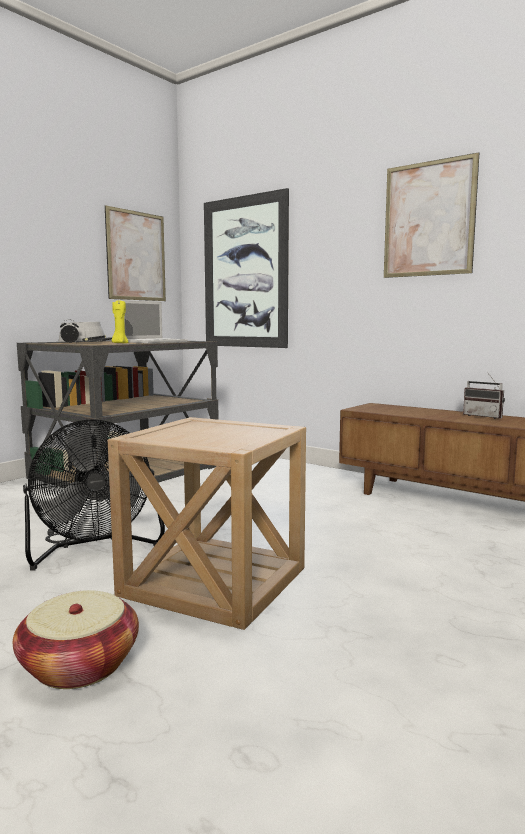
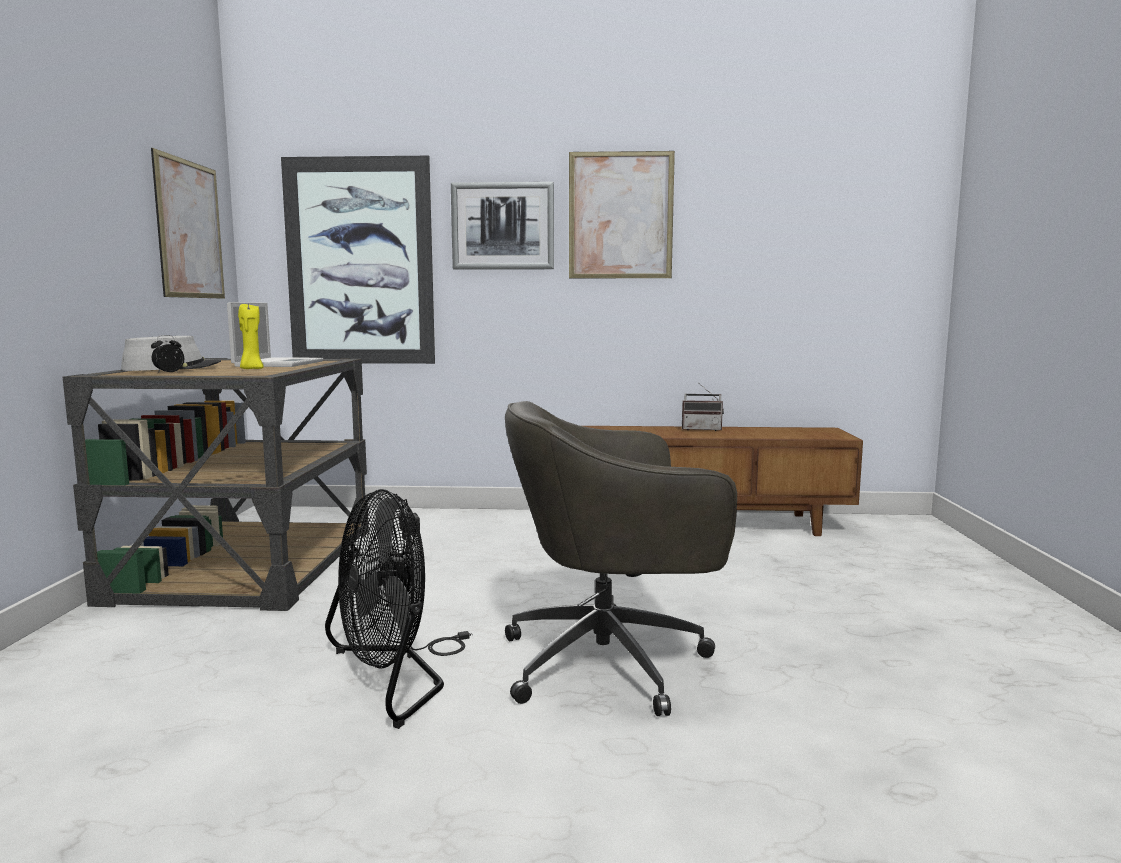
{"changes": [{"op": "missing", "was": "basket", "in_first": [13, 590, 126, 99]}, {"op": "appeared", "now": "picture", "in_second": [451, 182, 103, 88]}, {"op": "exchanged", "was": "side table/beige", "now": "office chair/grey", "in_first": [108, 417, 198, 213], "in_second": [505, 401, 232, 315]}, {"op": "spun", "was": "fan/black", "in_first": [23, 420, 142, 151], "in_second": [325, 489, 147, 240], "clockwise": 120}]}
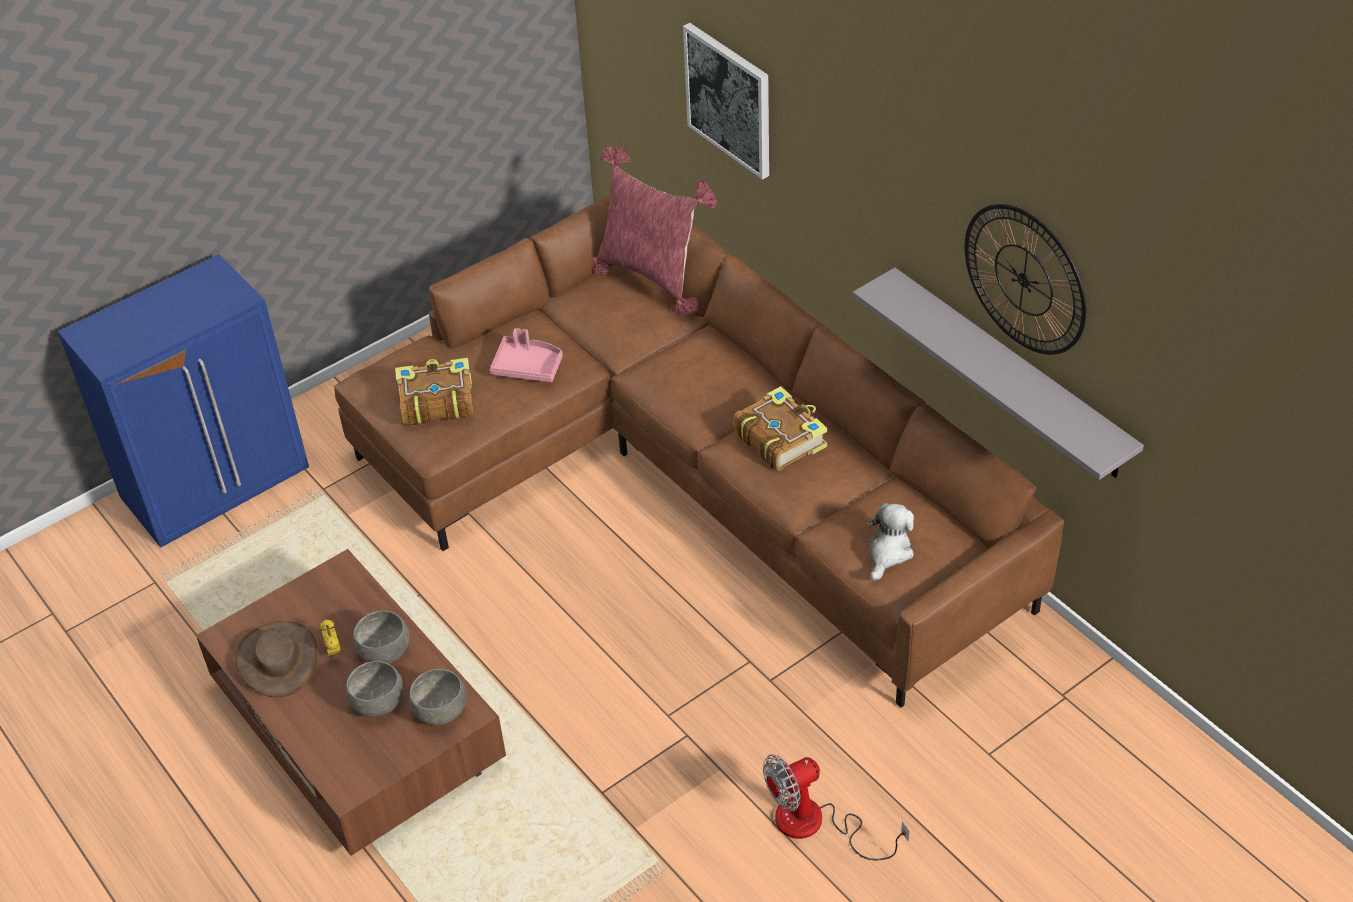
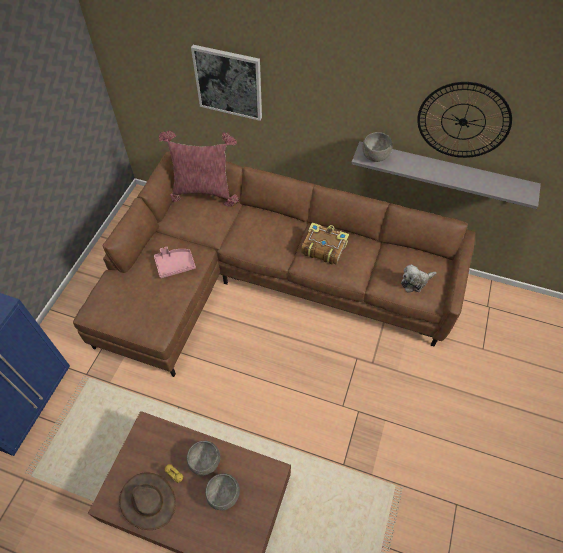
{"changes": [{"op": "missing", "was": "book", "in_first": [395, 358, 78, 67]}, {"op": "missing", "was": "fan", "in_first": [763, 754, 146, 106]}, {"op": "relocated", "was": "bowl/grey", "in_first": [409, 669, 58, 56], "in_second": [362, 132, 31, 30]}, {"op": "spun", "was": "plush toy", "in_first": [867, 503, 47, 78], "in_second": [401, 264, 36, 29], "clockwise": -105}]}
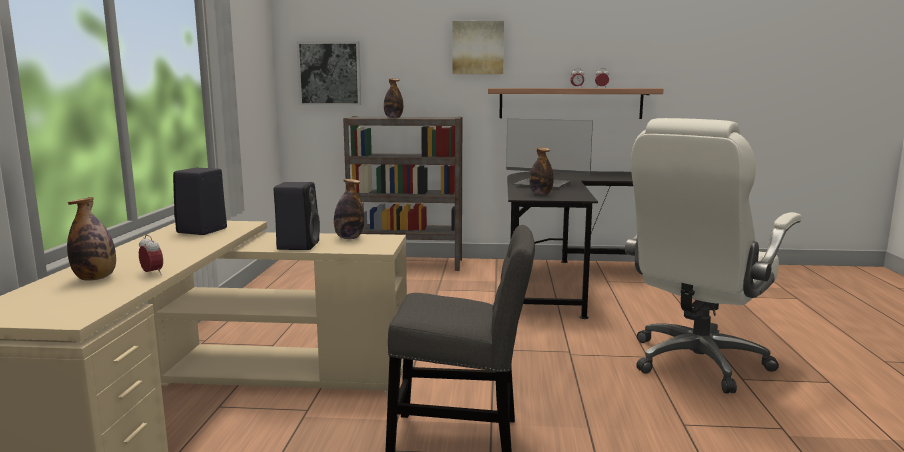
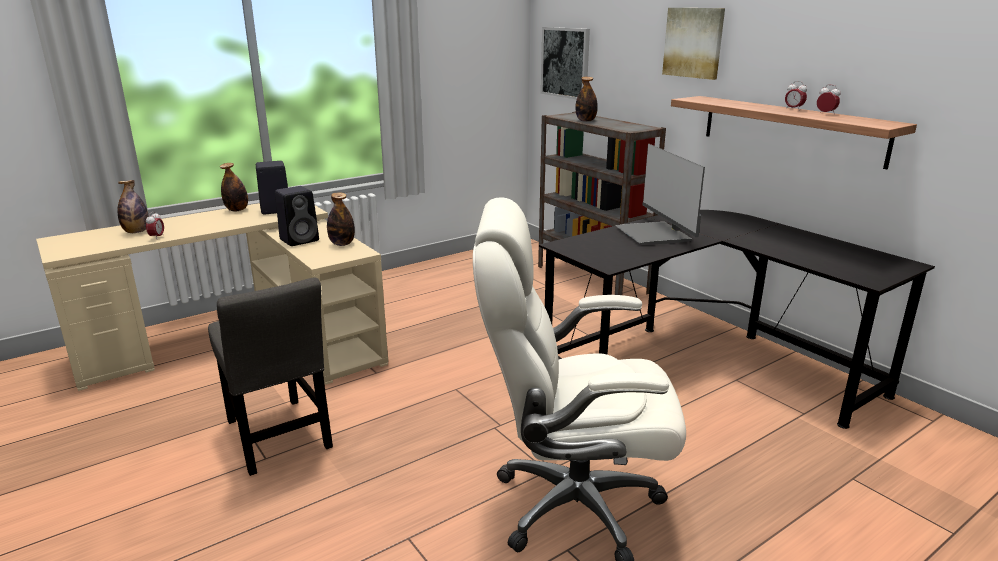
{"changes": [{"op": "relocated", "was": "bottle", "in_first": [529, 147, 25, 48], "in_second": [220, 163, 28, 49]}]}
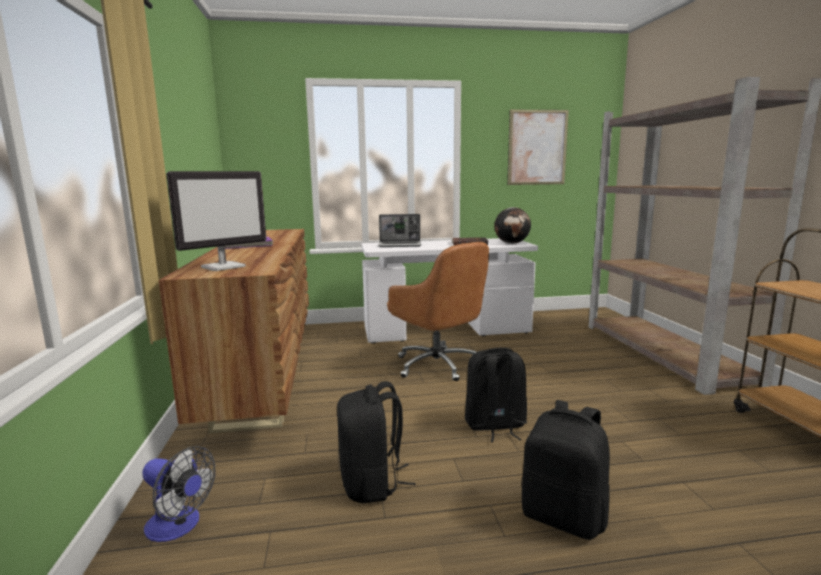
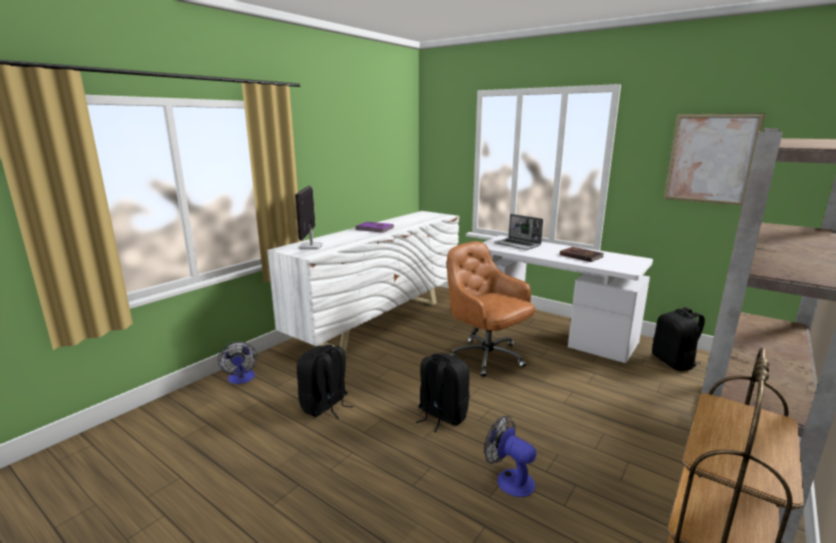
{"changes": [{"op": "missing", "was": "globe", "in_first": [494, 207, 37, 37]}, {"op": "appeared", "now": "fan", "in_second": [484, 415, 52, 82]}, {"op": "relocated", "was": "backpack/black", "in_first": [521, 400, 89, 140], "in_second": [652, 307, 53, 64]}, {"op": "colour", "was": "cabinet/brown", "now": "cabinet/white", "in_first": [159, 229, 150, 204], "in_second": [267, 211, 192, 141]}, {"op": "spun", "was": "monitor", "in_first": [166, 171, 100, 100], "in_second": [295, 186, 28, 63], "clockwise": 90}, {"op": "spun", "was": "office chair/brown", "in_first": [387, 242, 102, 139], "in_second": [447, 241, 89, 136], "clockwise": 135}]}
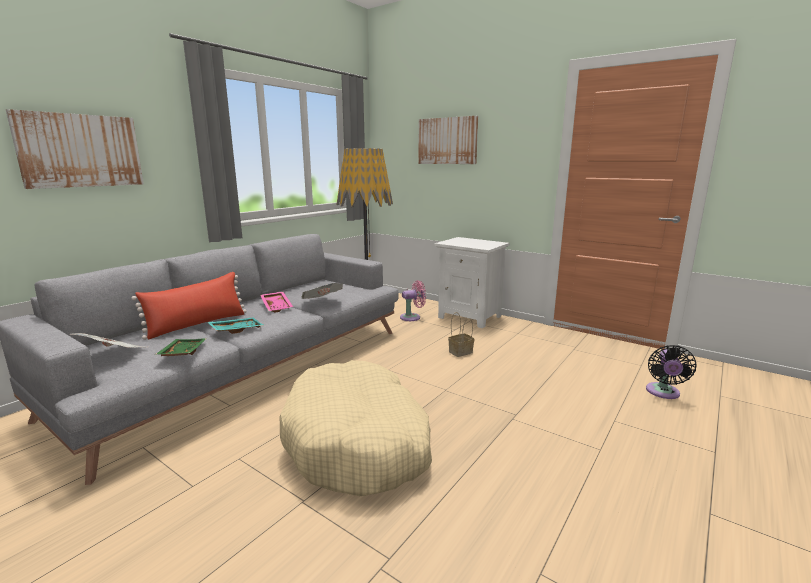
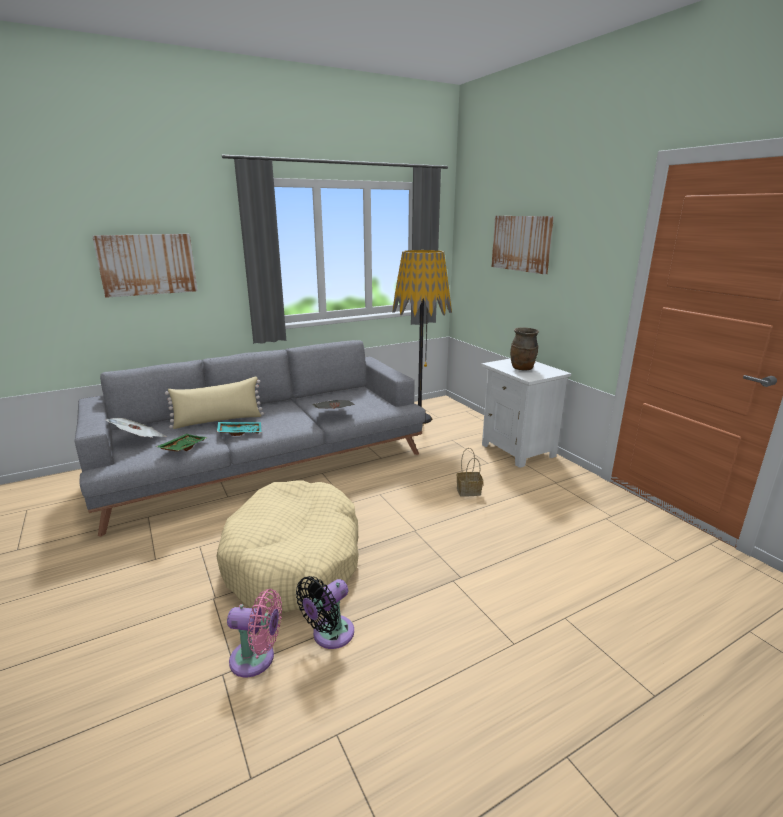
{"changes": [{"op": "missing", "was": "tray/pink", "in_first": [260, 292, 33, 20]}, {"op": "appeared", "now": "vase/brown", "in_second": [510, 327, 29, 44]}, {"op": "relocated", "was": "fan/pink", "in_first": [400, 280, 26, 41], "in_second": [227, 589, 55, 88]}, {"op": "relocated", "was": "fan/black", "in_first": [646, 345, 50, 54], "in_second": [296, 576, 58, 73]}, {"op": "colour", "was": "pillow/red", "now": "pillow/beige", "in_first": [131, 272, 116, 68], "in_second": [165, 377, 99, 52]}]}
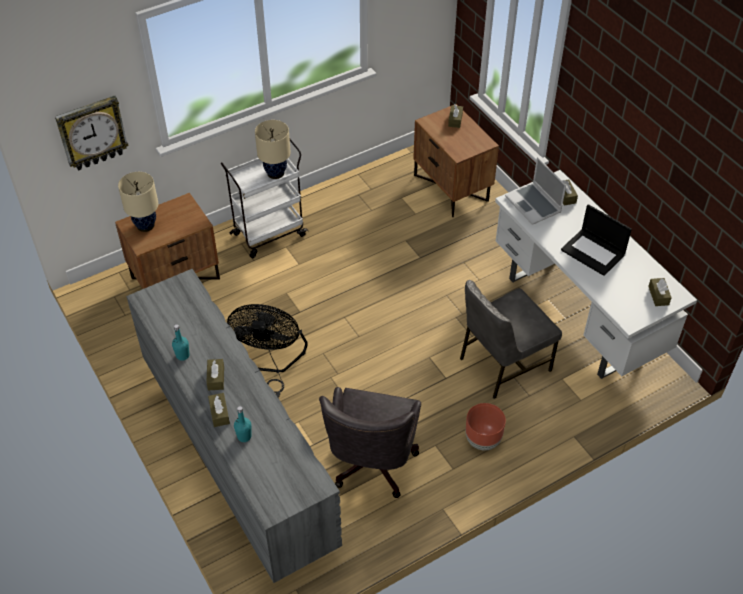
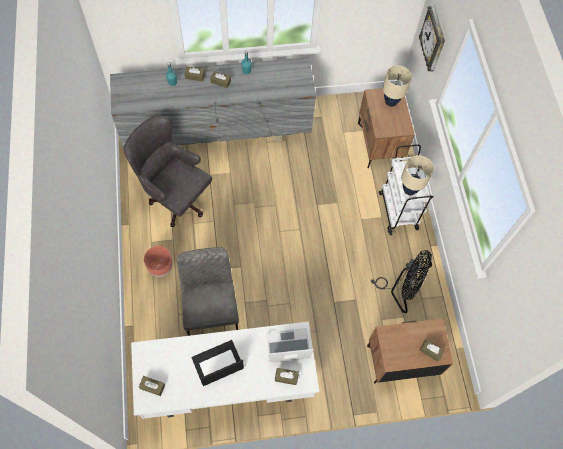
{"changes": [{"op": "relocated", "was": "fan/black", "in_first": [226, 304, 82, 94], "in_second": [371, 250, 61, 63]}]}
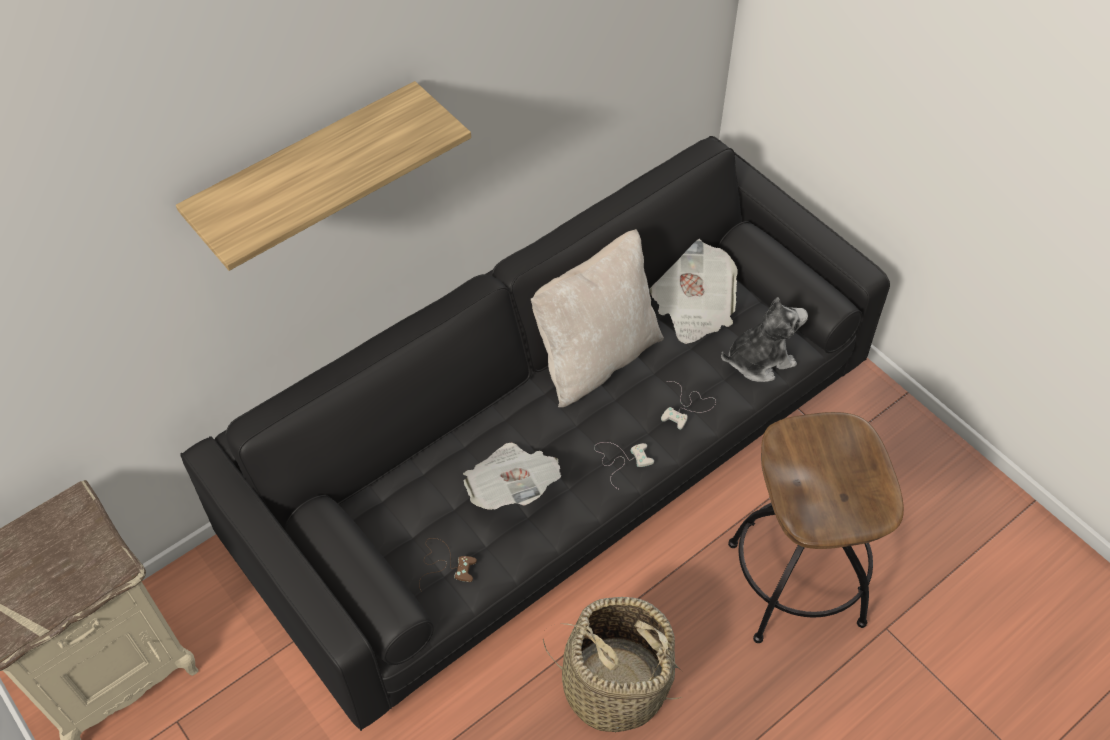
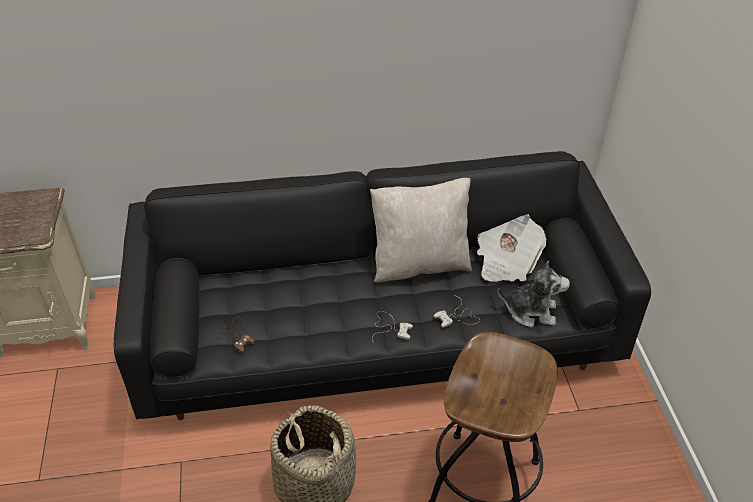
{"changes": [{"op": "missing", "was": "shelf", "in_first": [176, 81, 295, 190]}, {"op": "missing", "was": "newspaper", "in_first": [463, 442, 98, 68]}]}
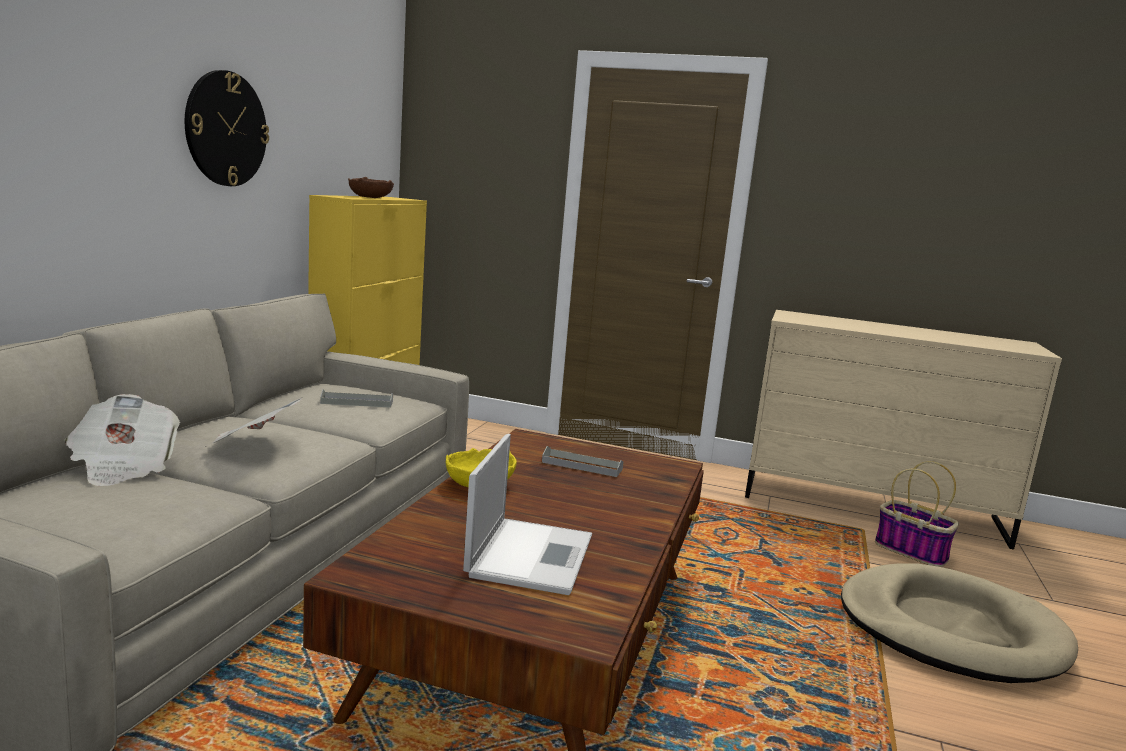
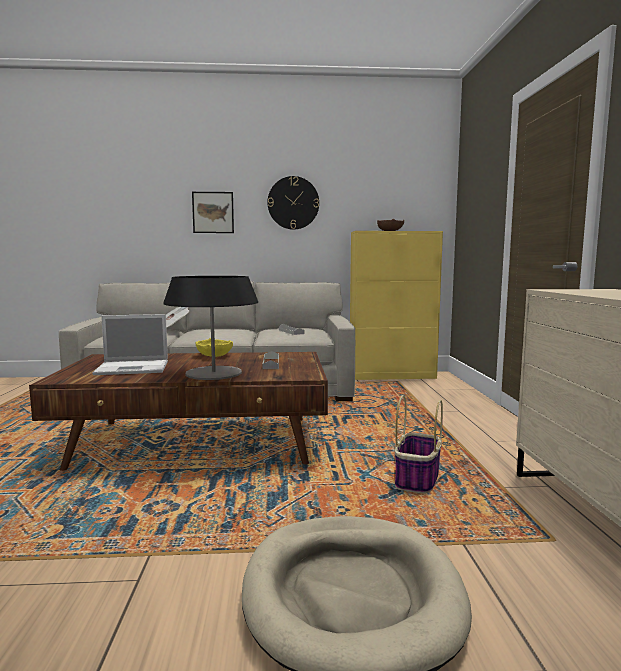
{"changes": [{"op": "missing", "was": "newspaper", "in_first": [205, 398, 97, 49]}, {"op": "appeared", "now": "table lamp", "in_second": [163, 276, 95, 104]}, {"op": "appeared", "now": "picture", "in_second": [192, 192, 42, 41]}, {"op": "relocated", "was": "basket", "in_first": [875, 461, 84, 106], "in_second": [395, 395, 48, 98]}]}
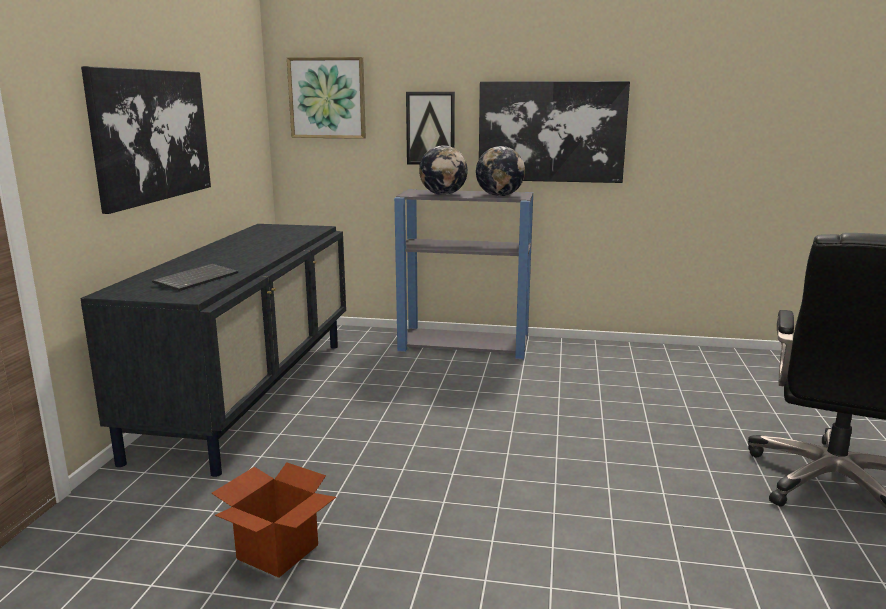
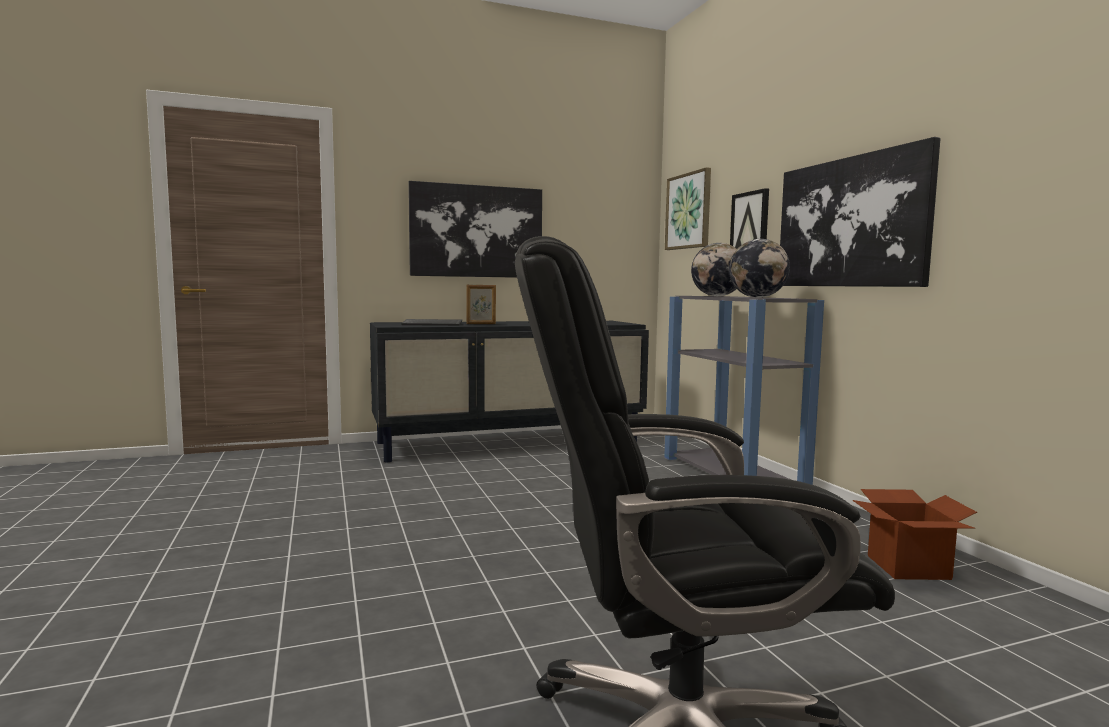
{"changes": [{"op": "appeared", "now": "picture frame", "in_second": [466, 285, 30, 39]}, {"op": "relocated", "was": "cardboard box", "in_first": [211, 462, 125, 116], "in_second": [853, 489, 124, 91]}]}
